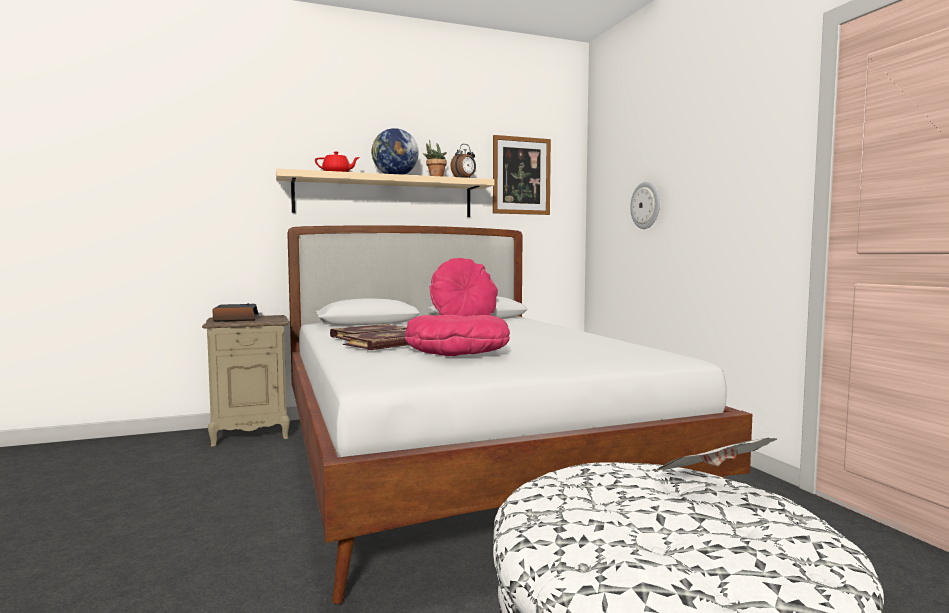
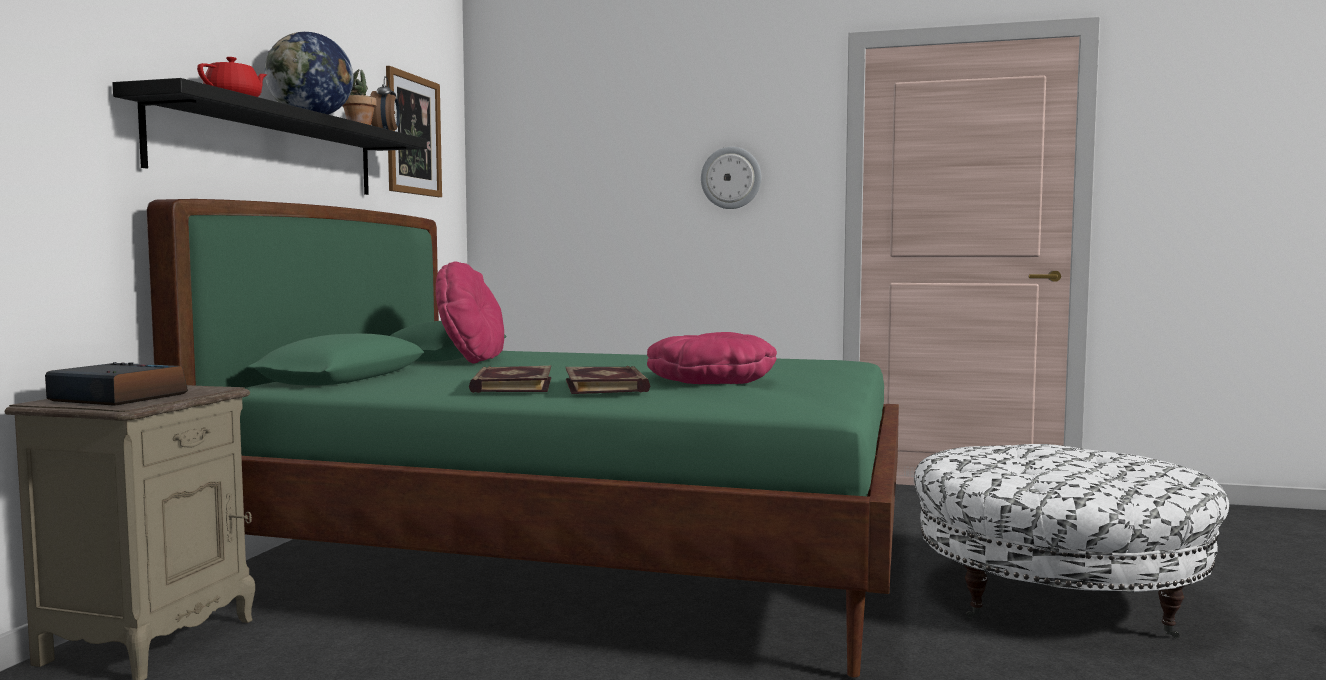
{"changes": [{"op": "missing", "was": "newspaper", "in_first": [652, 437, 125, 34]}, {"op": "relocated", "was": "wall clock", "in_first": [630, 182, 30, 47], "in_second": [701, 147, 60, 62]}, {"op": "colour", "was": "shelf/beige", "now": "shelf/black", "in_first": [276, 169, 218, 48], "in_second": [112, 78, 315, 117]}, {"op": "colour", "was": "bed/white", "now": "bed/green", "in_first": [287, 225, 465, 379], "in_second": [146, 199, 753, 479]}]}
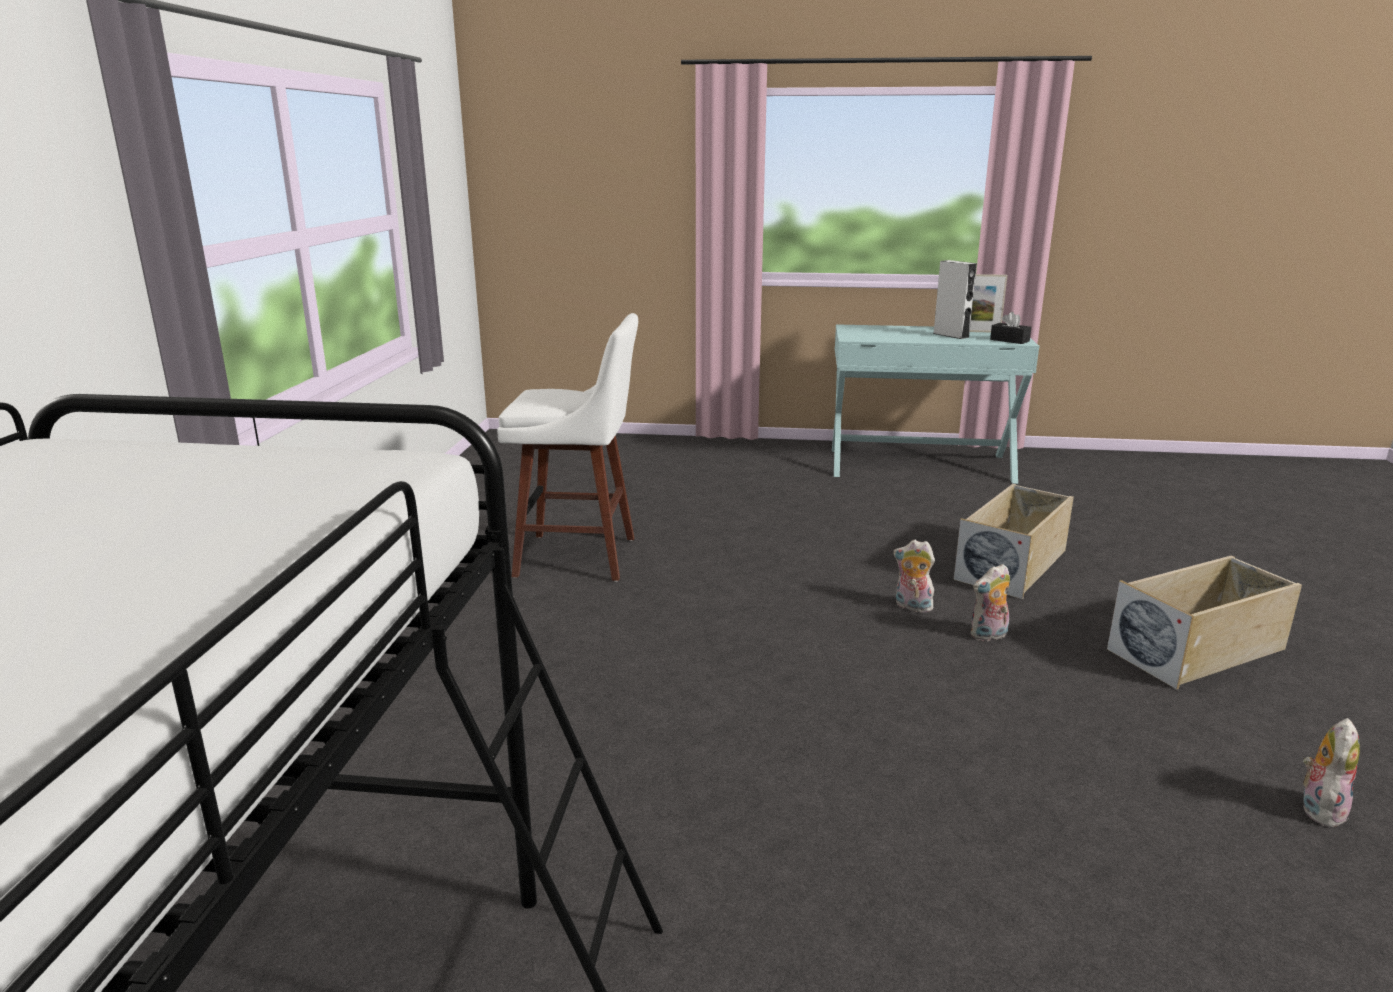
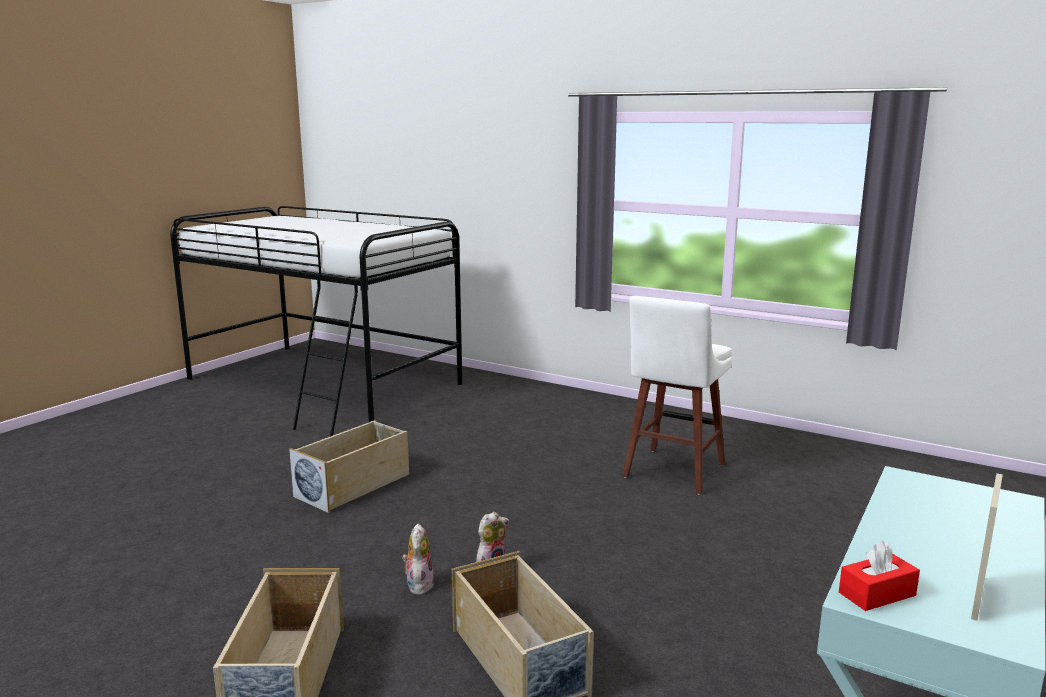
{"changes": [{"op": "missing", "was": "speaker/grey", "in_first": [933, 260, 44, 79]}, {"op": "missing", "was": "plush toy", "in_first": [1303, 718, 57, 109]}, {"op": "appeared", "now": "storage box/beige", "in_second": [289, 420, 120, 93]}, {"op": "colour", "was": "tissue box/black", "now": "tissue box/red", "in_first": [990, 312, 41, 32], "in_second": [839, 541, 81, 70]}]}
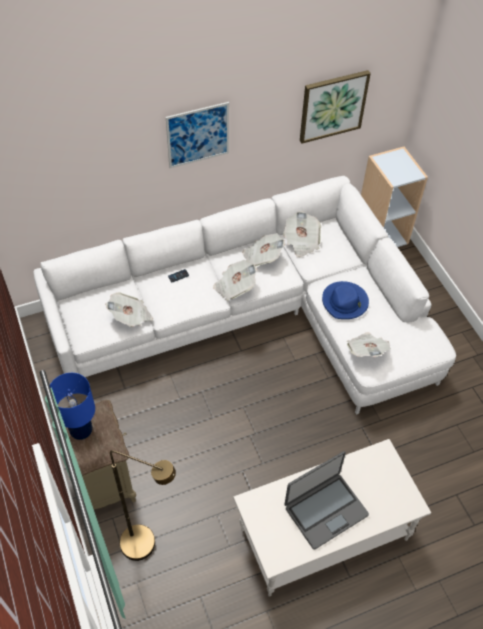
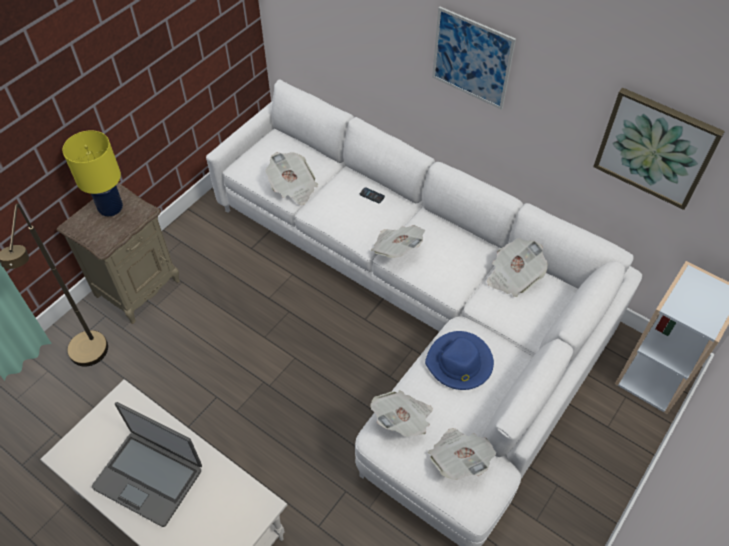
{"changes": [{"op": "relocated", "was": "newspaper", "in_first": [242, 233, 43, 33], "in_second": [428, 428, 68, 52]}, {"op": "colour", "was": "table lamp/blue", "now": "table lamp/yellow", "in_first": [50, 373, 45, 67], "in_second": [63, 130, 60, 87]}]}
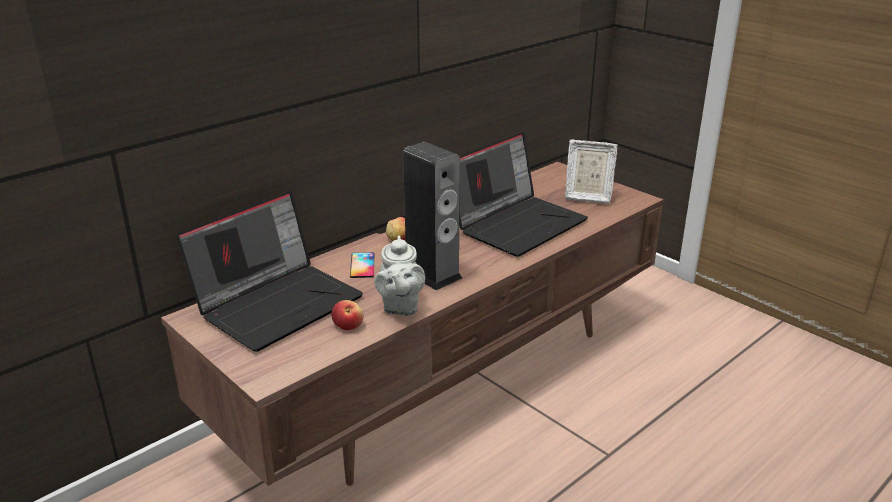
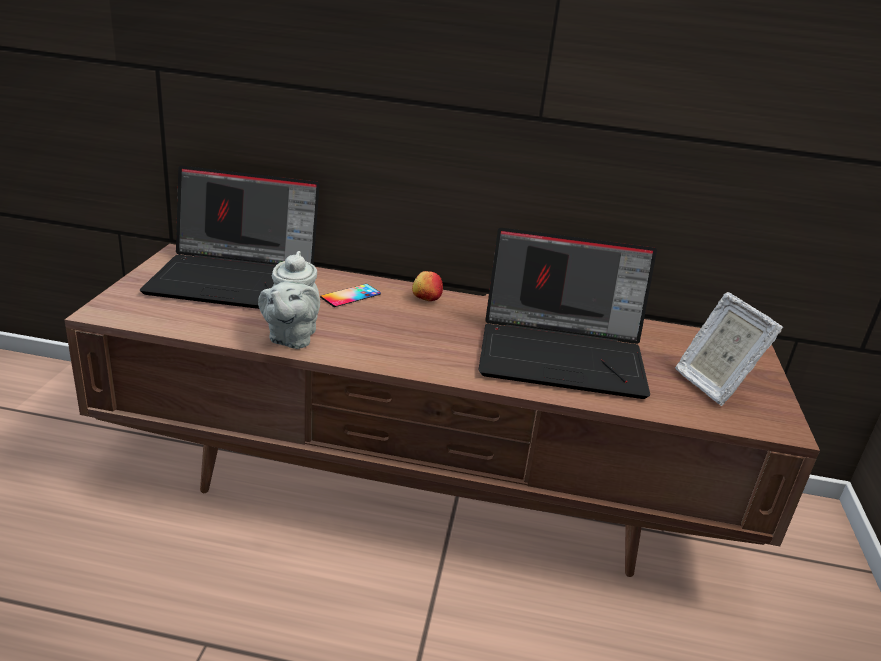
{"changes": [{"op": "missing", "was": "apple", "in_first": [332, 300, 31, 30]}, {"op": "missing", "was": "speaker", "in_first": [403, 142, 60, 148]}, {"op": "spun", "was": "teapot/grey", "in_first": [374, 235, 51, 81], "in_second": [258, 251, 62, 98], "clockwise": -45}]}
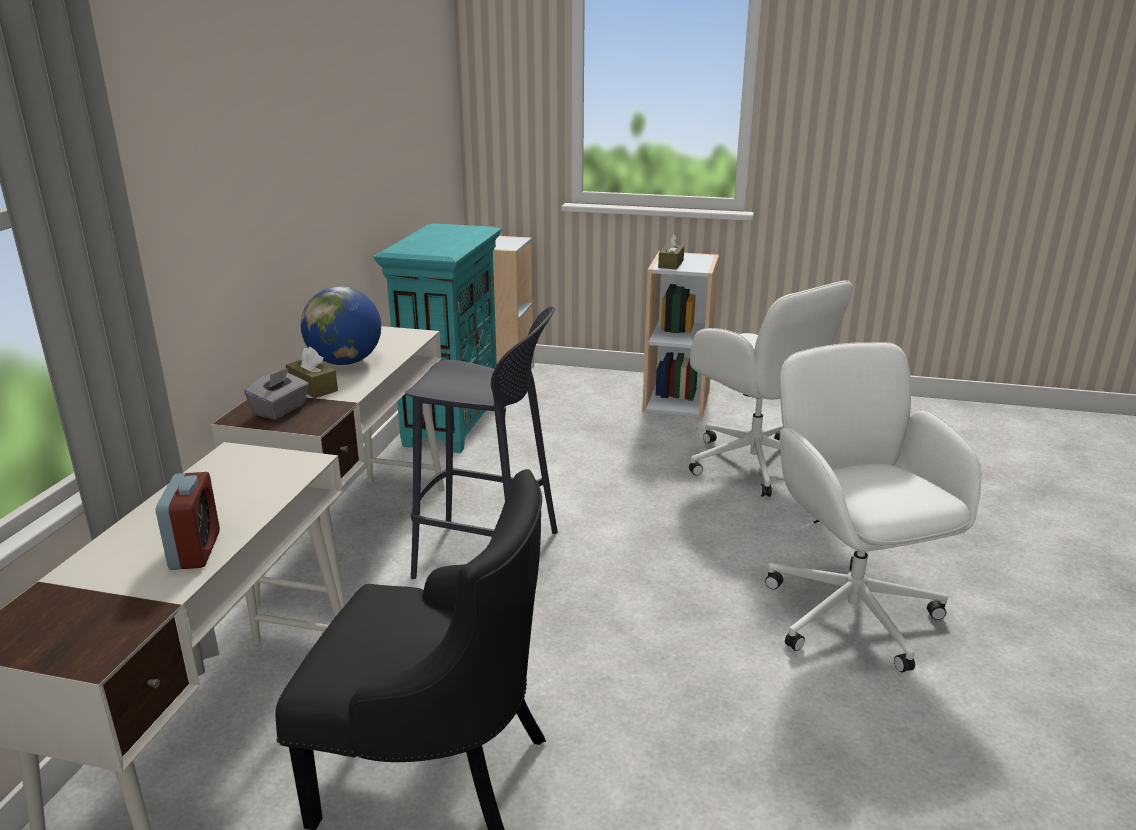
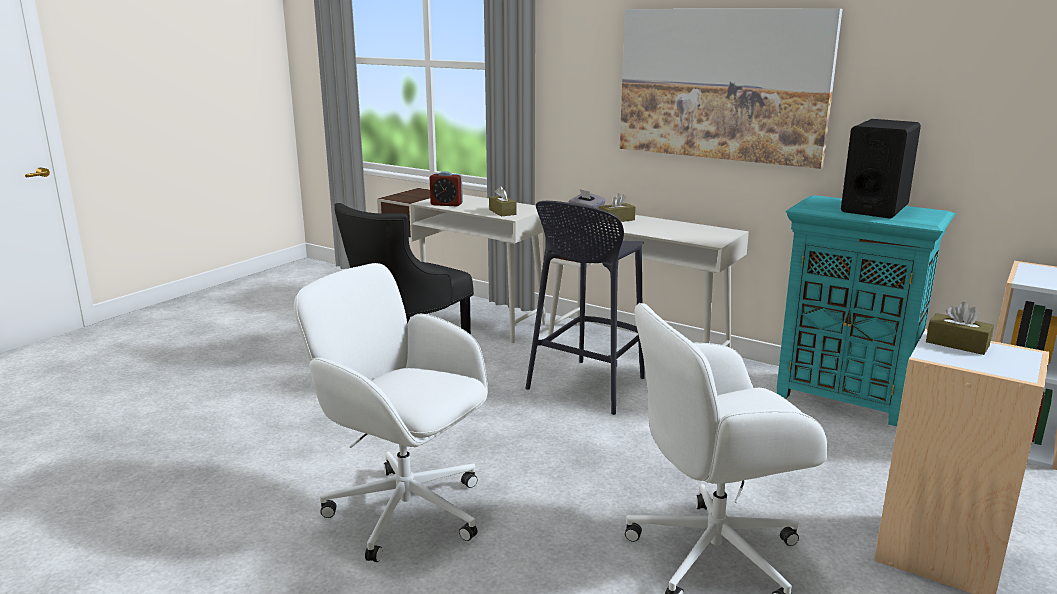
{"changes": [{"op": "missing", "was": "globe", "in_first": [301, 286, 80, 79]}, {"op": "appeared", "now": "tissue box/brown", "in_second": [489, 186, 27, 31]}, {"op": "appeared", "now": "picture", "in_second": [620, 9, 223, 160]}, {"op": "appeared", "now": "speaker/black", "in_second": [841, 119, 80, 100]}, {"op": "spun", "was": "office chair/white", "in_first": [765, 342, 216, 330], "in_second": [294, 263, 194, 299], "clockwise": -150}]}
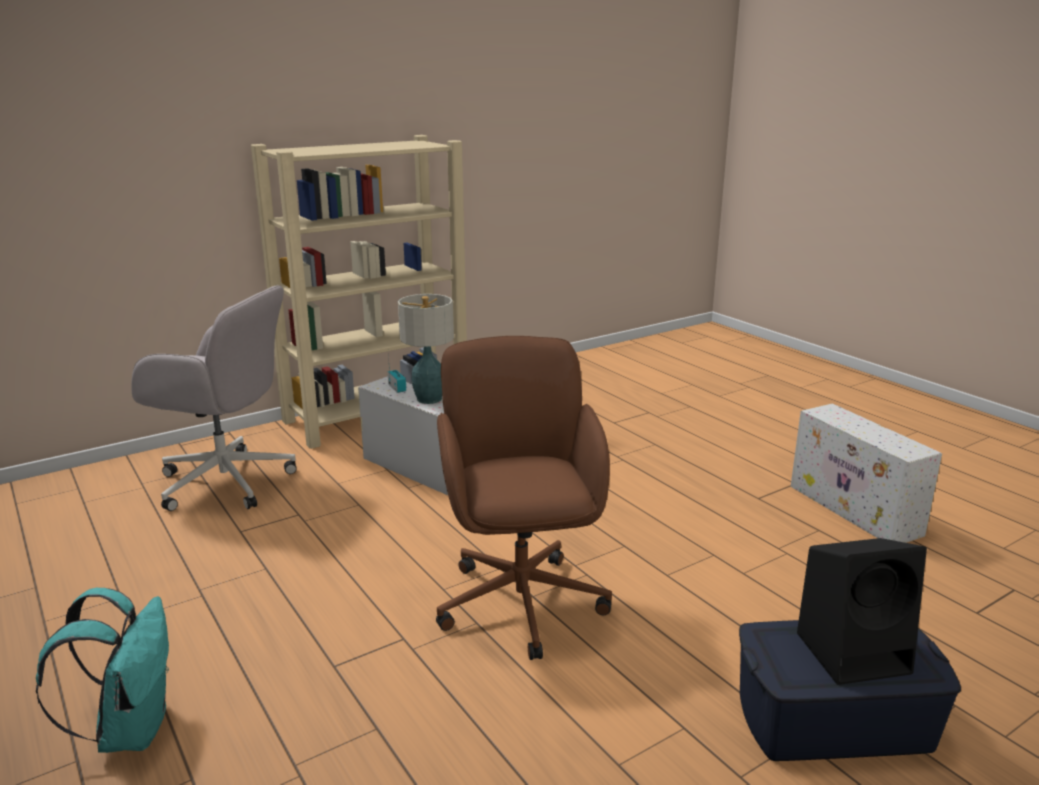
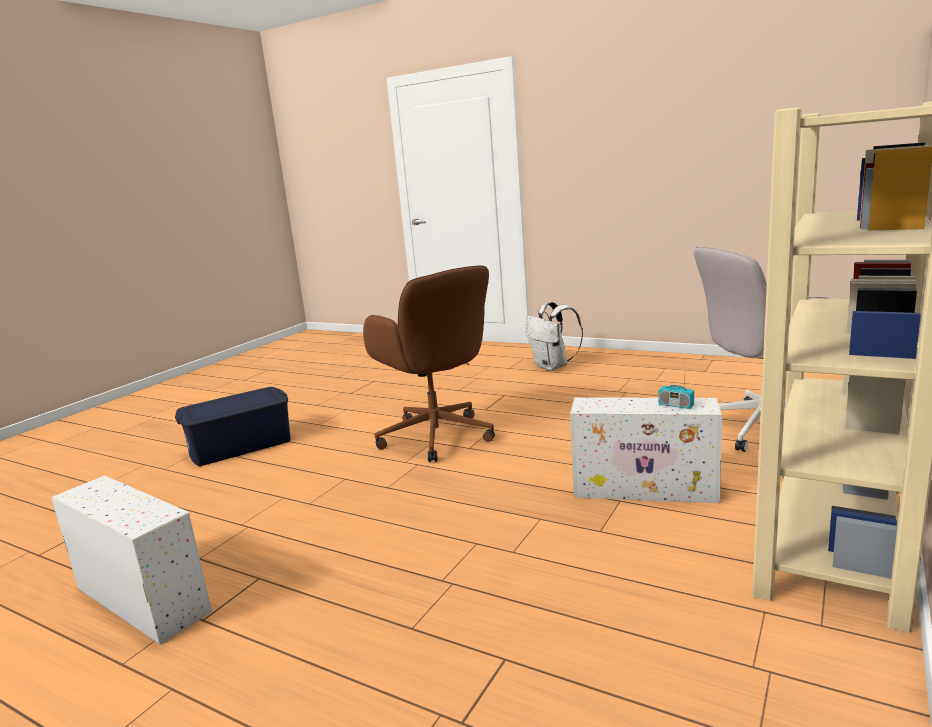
{"changes": [{"op": "missing", "was": "table lamp", "in_first": [398, 294, 56, 110]}, {"op": "missing", "was": "speaker/black", "in_first": [797, 538, 130, 147]}, {"op": "colour", "was": "backpack/turquoise", "now": "backpack/white", "in_first": [36, 588, 133, 165], "in_second": [526, 302, 57, 69]}]}
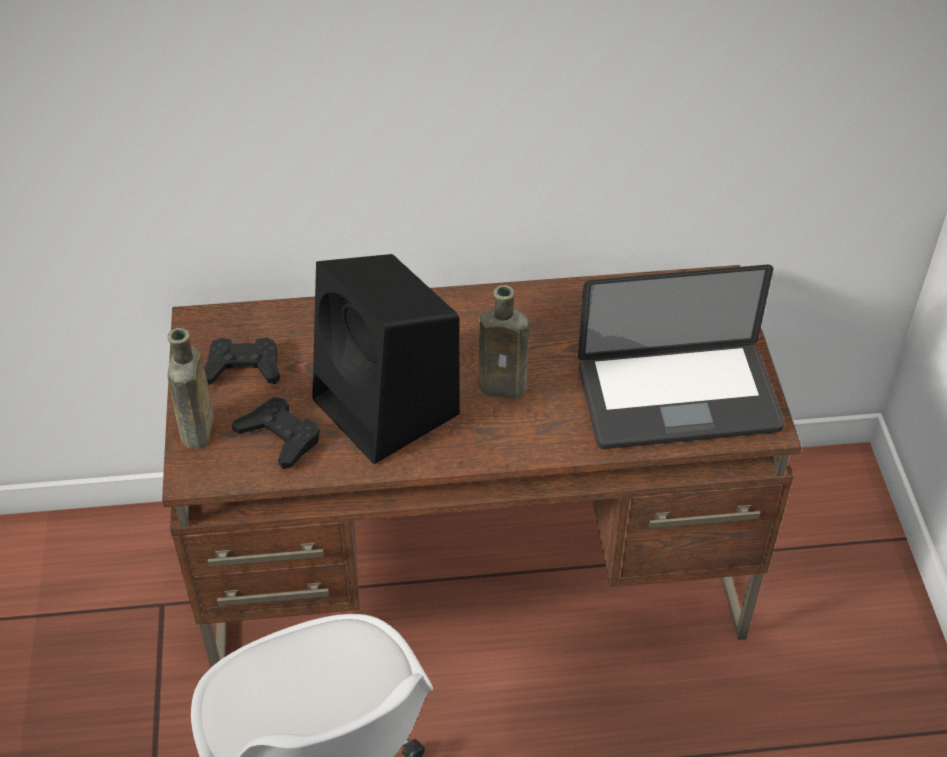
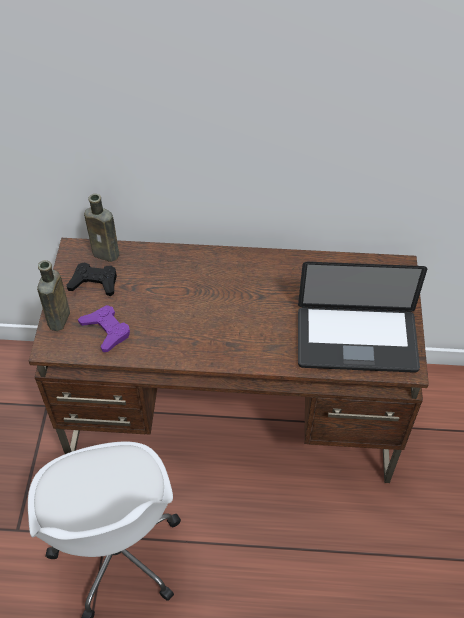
{"changes": [{"op": "missing", "was": "speaker/black", "in_first": [312, 254, 148, 210]}, {"op": "relocated", "was": "bottle/brown", "in_first": [479, 285, 50, 114], "in_second": [84, 194, 35, 68]}, {"op": "colour", "was": "game controller/black", "now": "game controller/purple", "in_first": [232, 397, 88, 72], "in_second": [78, 305, 52, 47]}]}
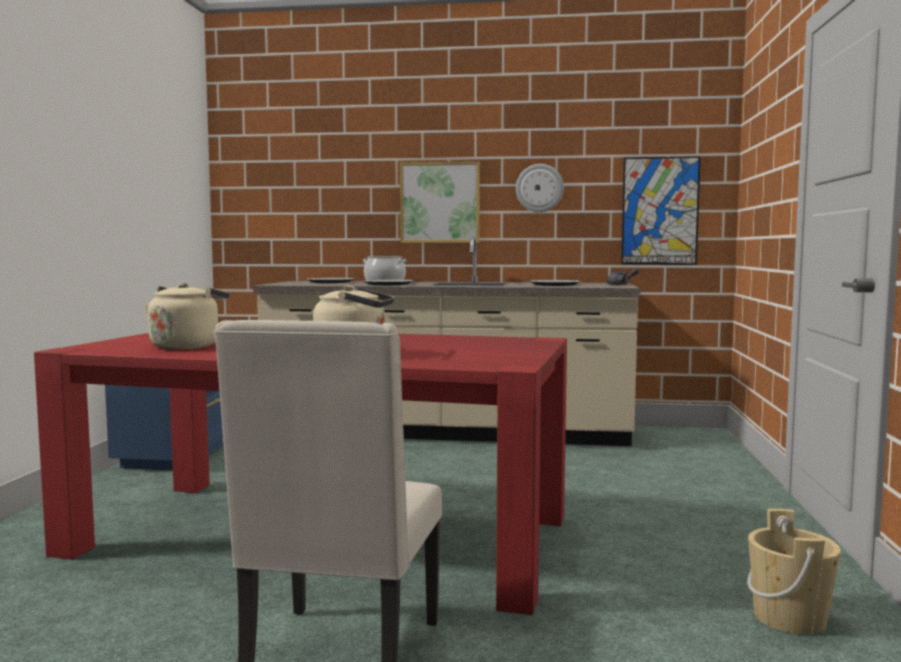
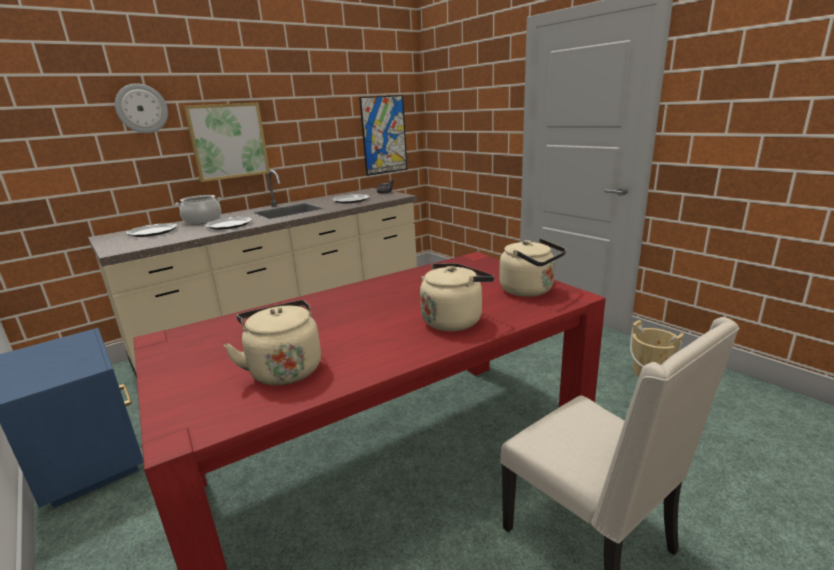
{"changes": [{"op": "appeared", "now": "kettle/beige", "in_second": [499, 238, 67, 59]}, {"op": "relocated", "was": "wall clock", "in_first": [516, 164, 48, 48], "in_second": [115, 83, 53, 50]}]}
